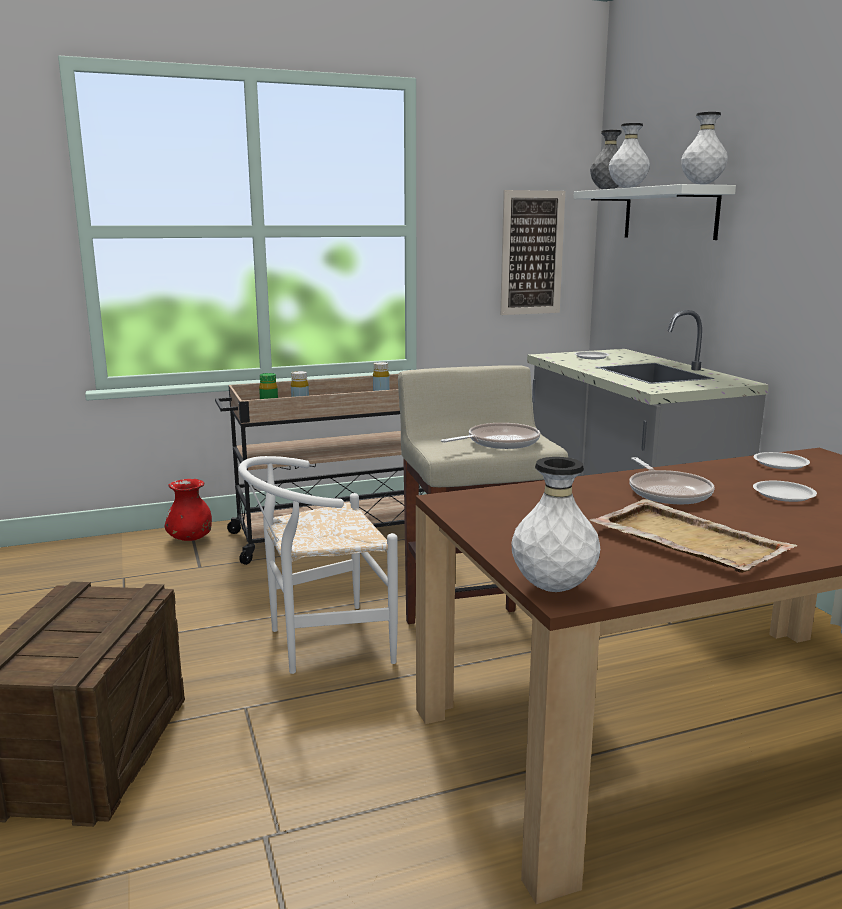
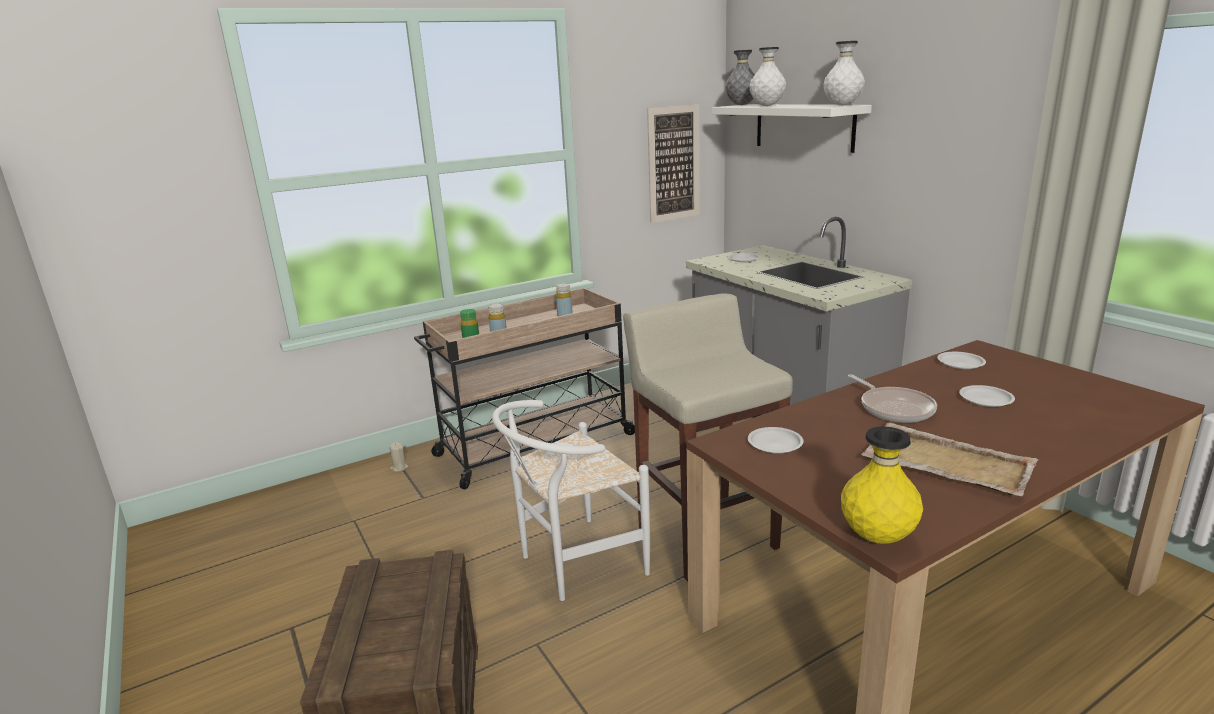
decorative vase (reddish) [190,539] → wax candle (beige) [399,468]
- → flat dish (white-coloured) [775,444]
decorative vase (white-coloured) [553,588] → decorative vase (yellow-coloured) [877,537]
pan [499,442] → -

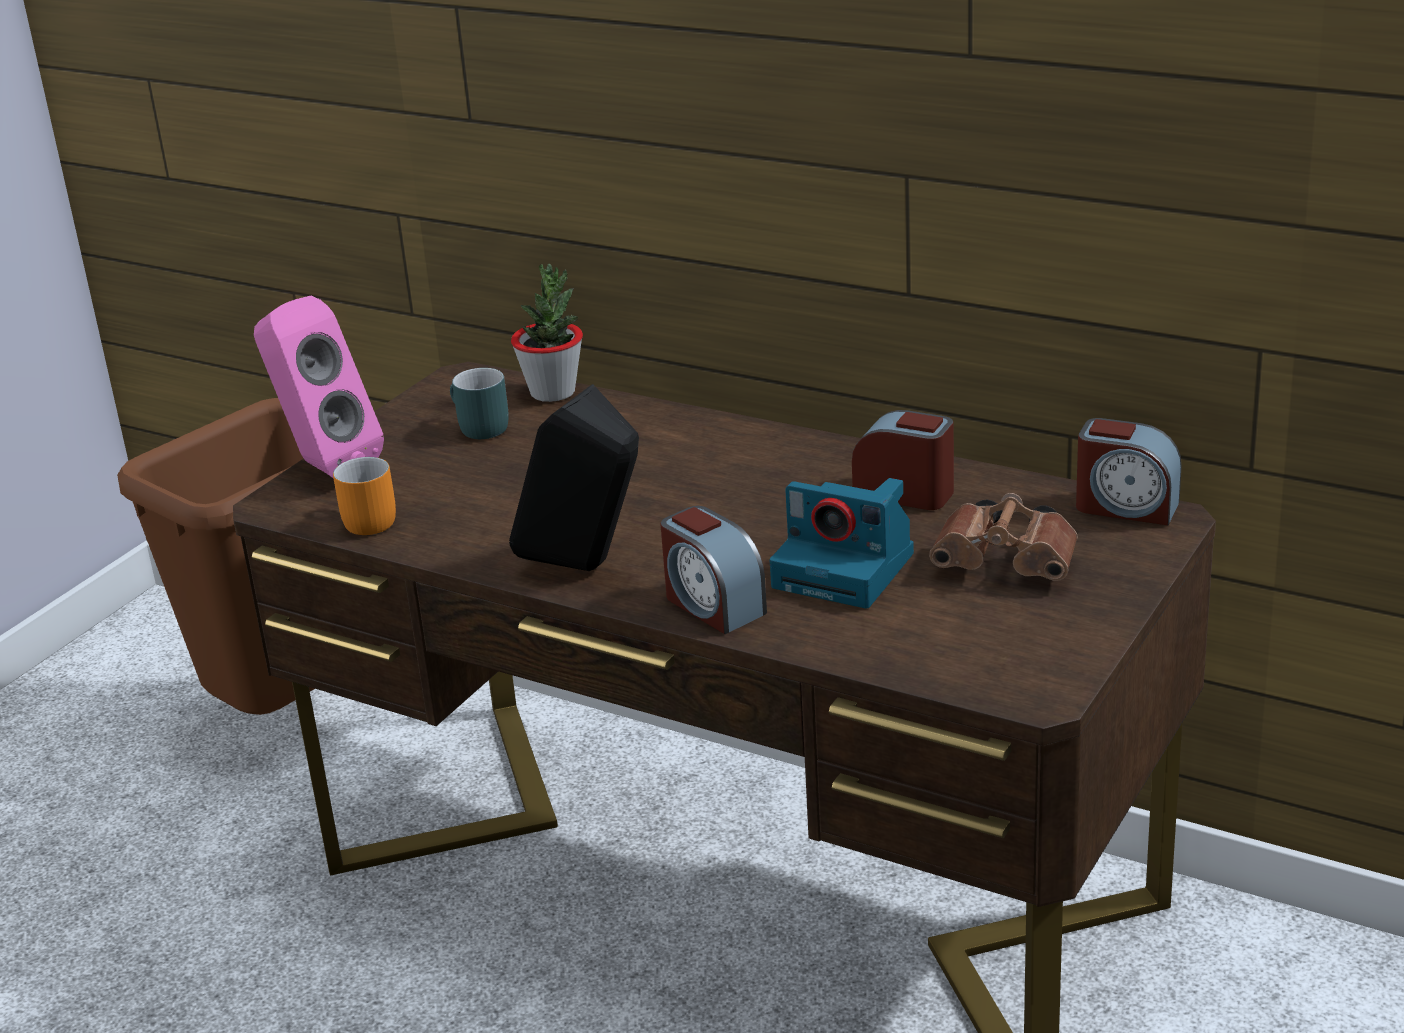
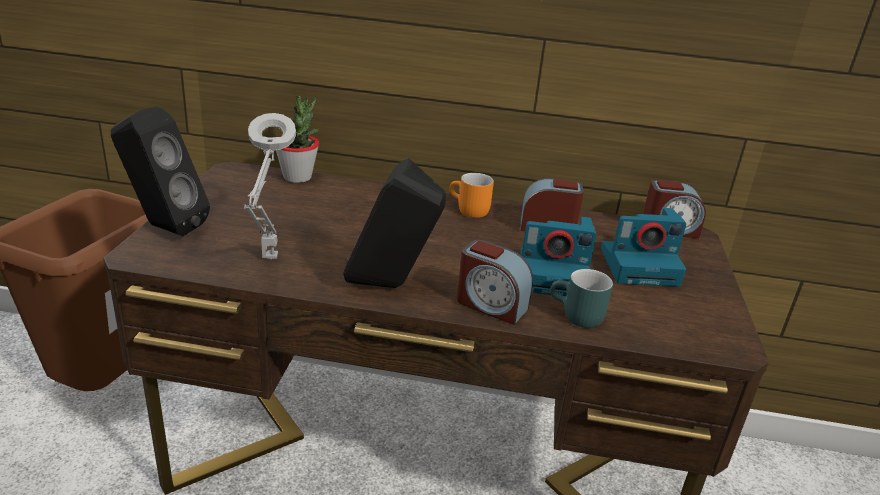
speaker (pink) [324,466] → speaker (black) [163,227]
- → tabletop lamp (greyish) [269,260]
tea mug (orange-coloured) [362,522] → tea mug (orange-coloured) [467,211], shifted
tea mug (blue-green) [476,428] → tea mug (blue-green) [576,317], shifted
pair of binoculars (brown-coloured) [1009,565] → still camera [641,266]

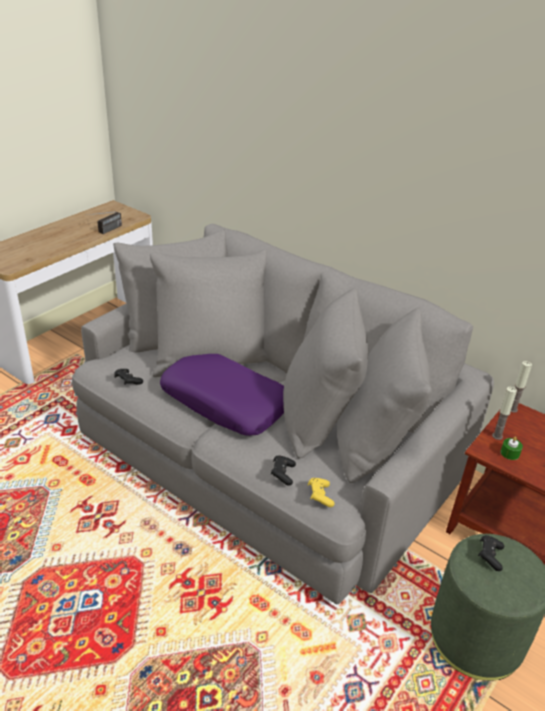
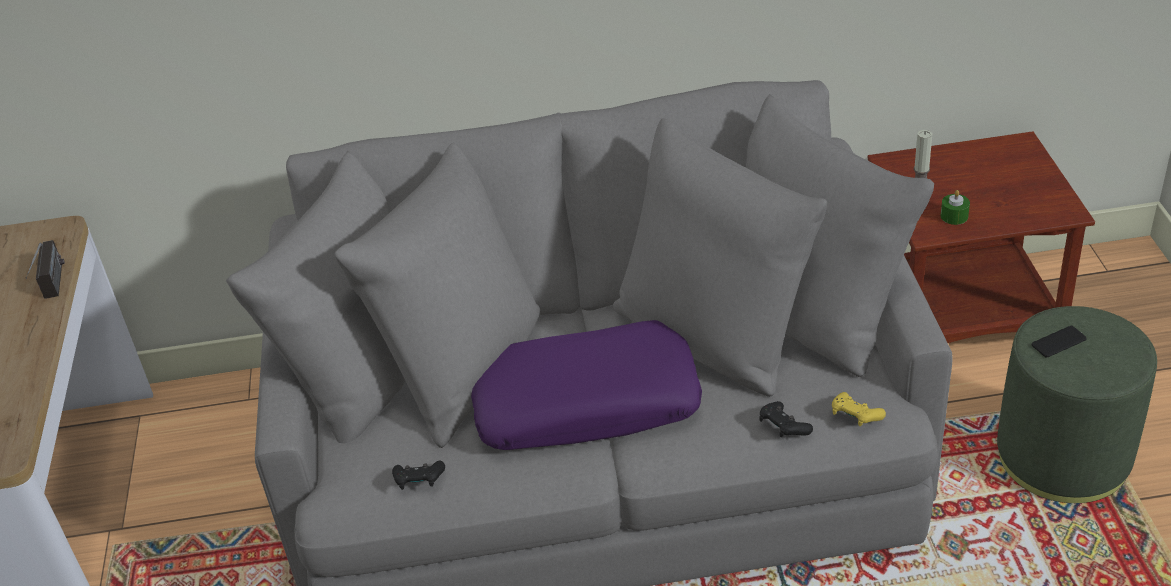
game controller (black) [489,556] → telephone [1058,342]
wax candle [512,409] → -

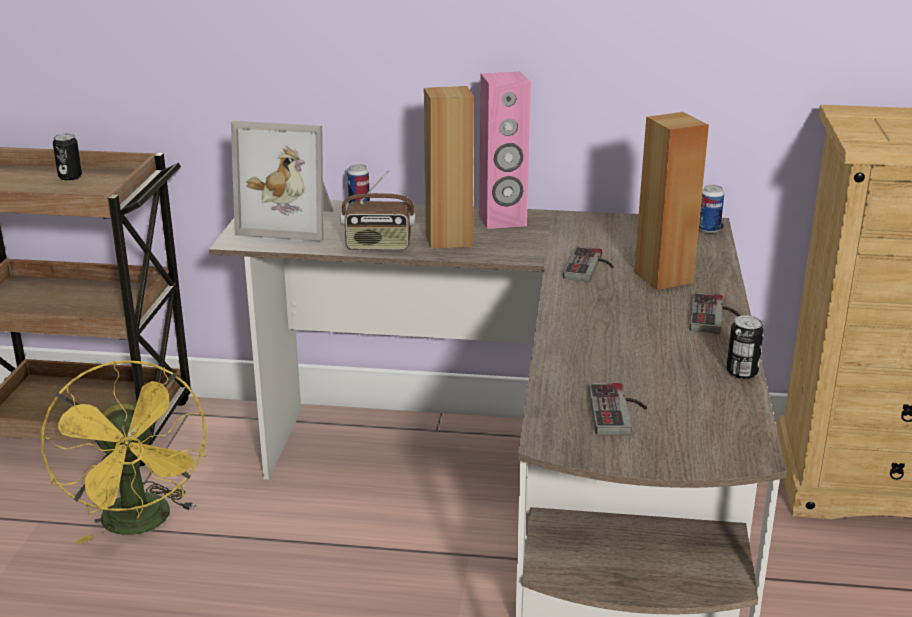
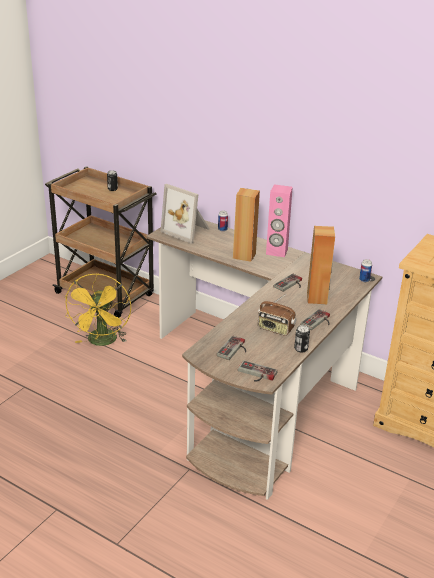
- → game controller [255,374]
radio receiver [378,246] → radio receiver [275,329], shifted

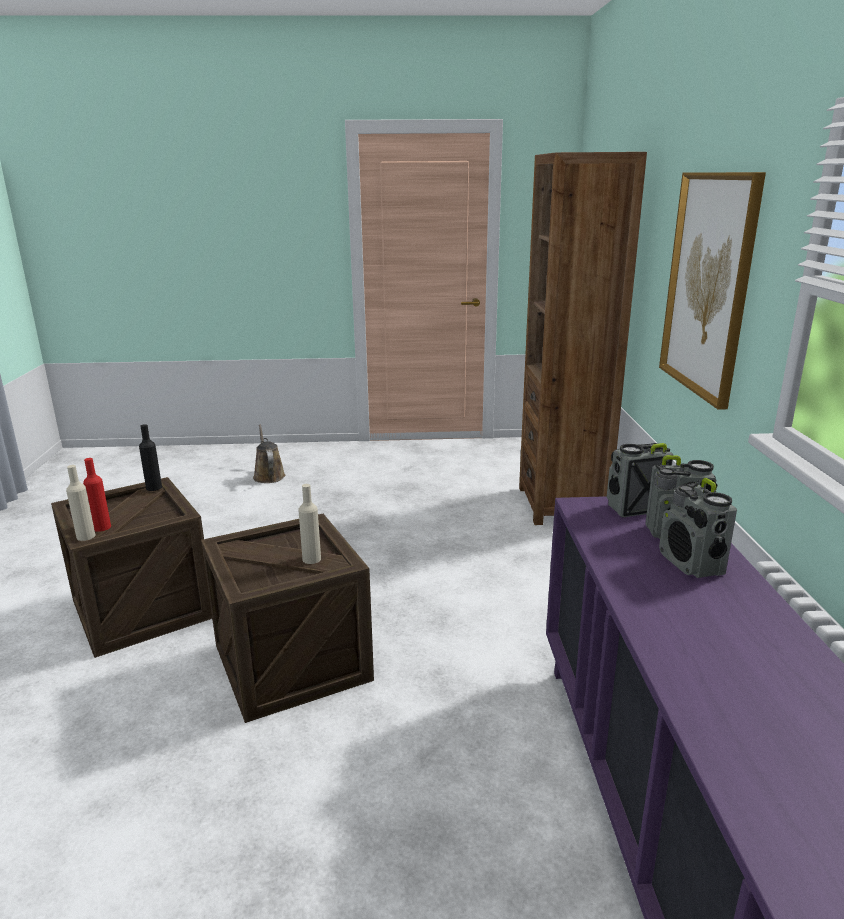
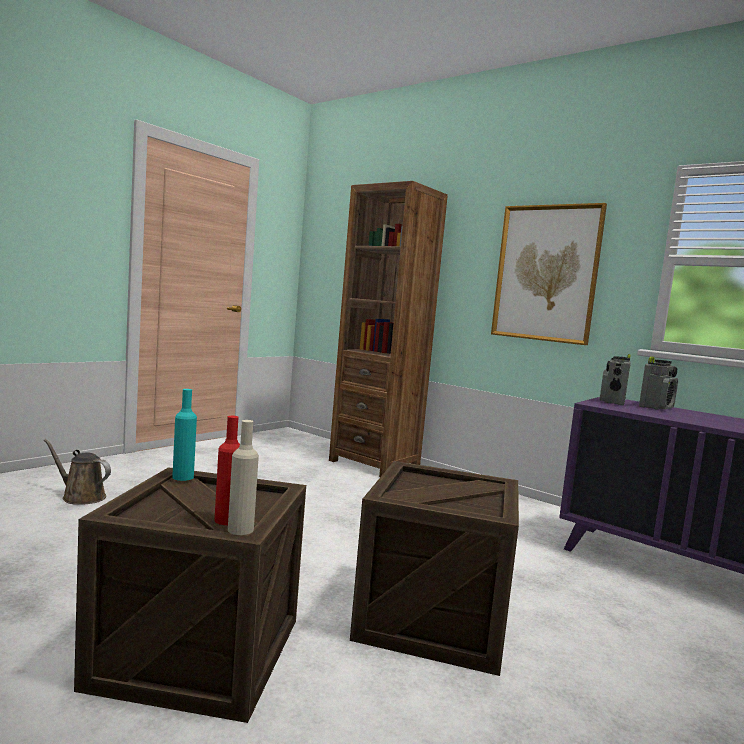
drink bottle (black) [154,487] → drink bottle (blue-green) [183,477]
drink bottle (beige) [311,559] → -
radio receiver [691,564] → -

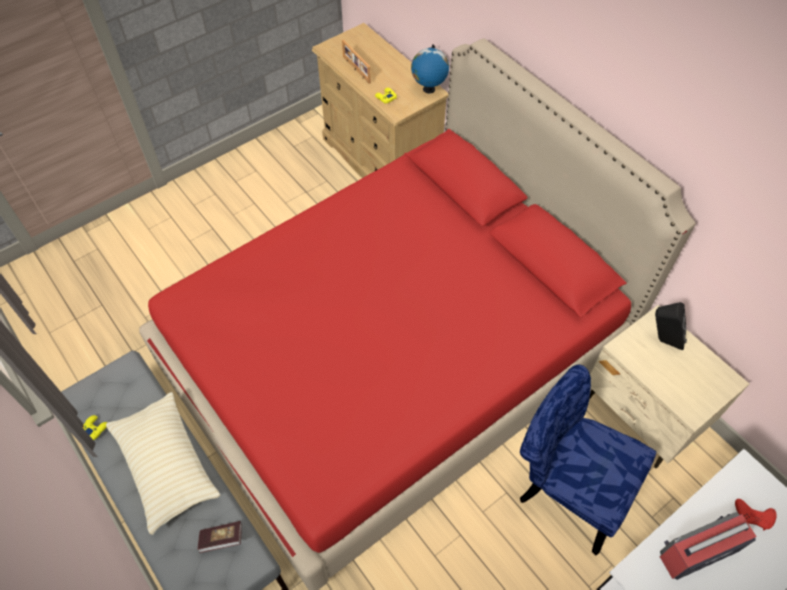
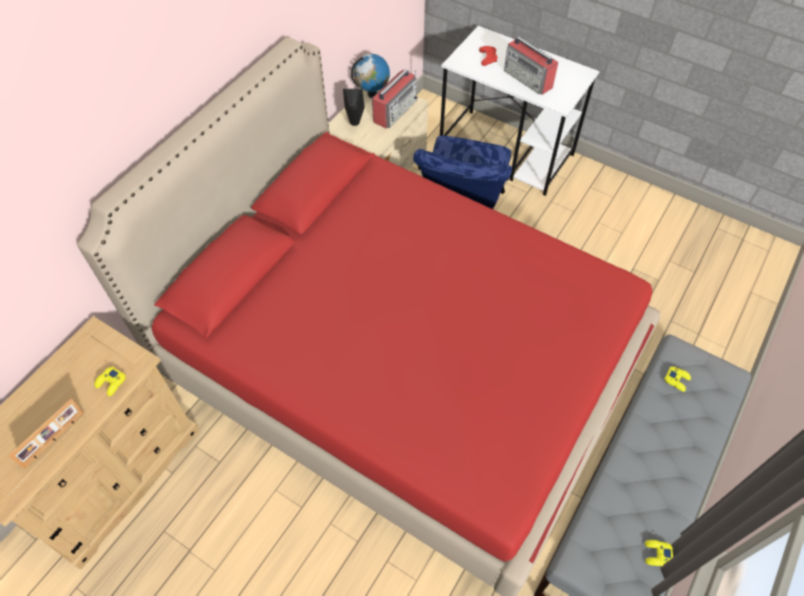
globe [428,89] → globe [372,94], shifted
- → radio receiver [395,110]
bound book [221,539] → game controller (yellow-coloured) [677,380]
cushion (beige) [166,466] → -

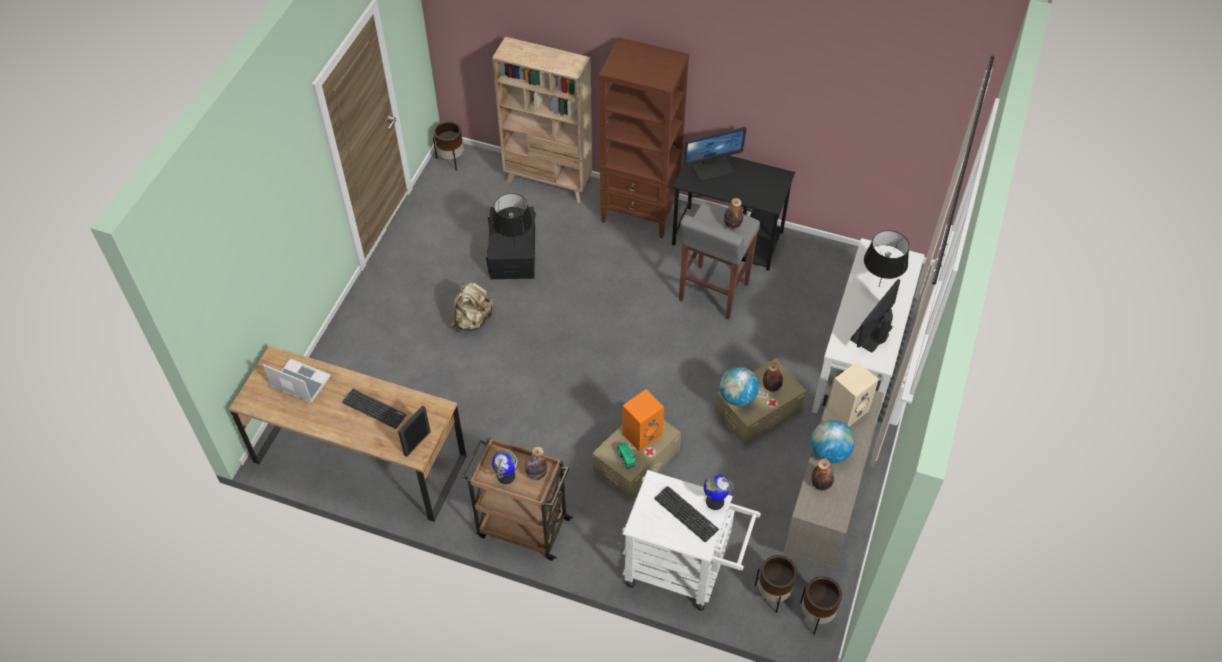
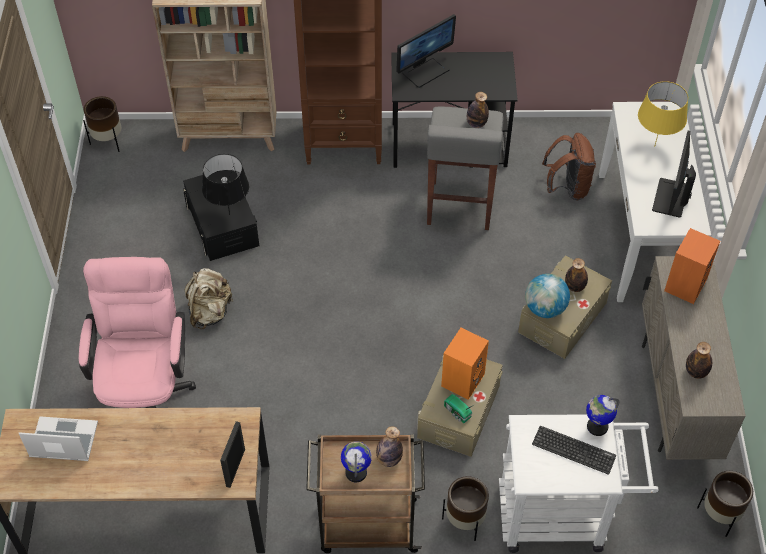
- → computer chair (pink) [147,392]
flower pot (brown-coloured) [773,594] → flower pot (brown-coloured) [464,521], shifted
- → knapsack (brown-coloured) [567,188]
tabletop lamp (black) [878,286] → tabletop lamp (yellow-coloured) [654,147]
speaker (beige) [847,409] → speaker (orange-coloured) [685,284]
PC keyboard [374,409] → -
globe [829,452] → -

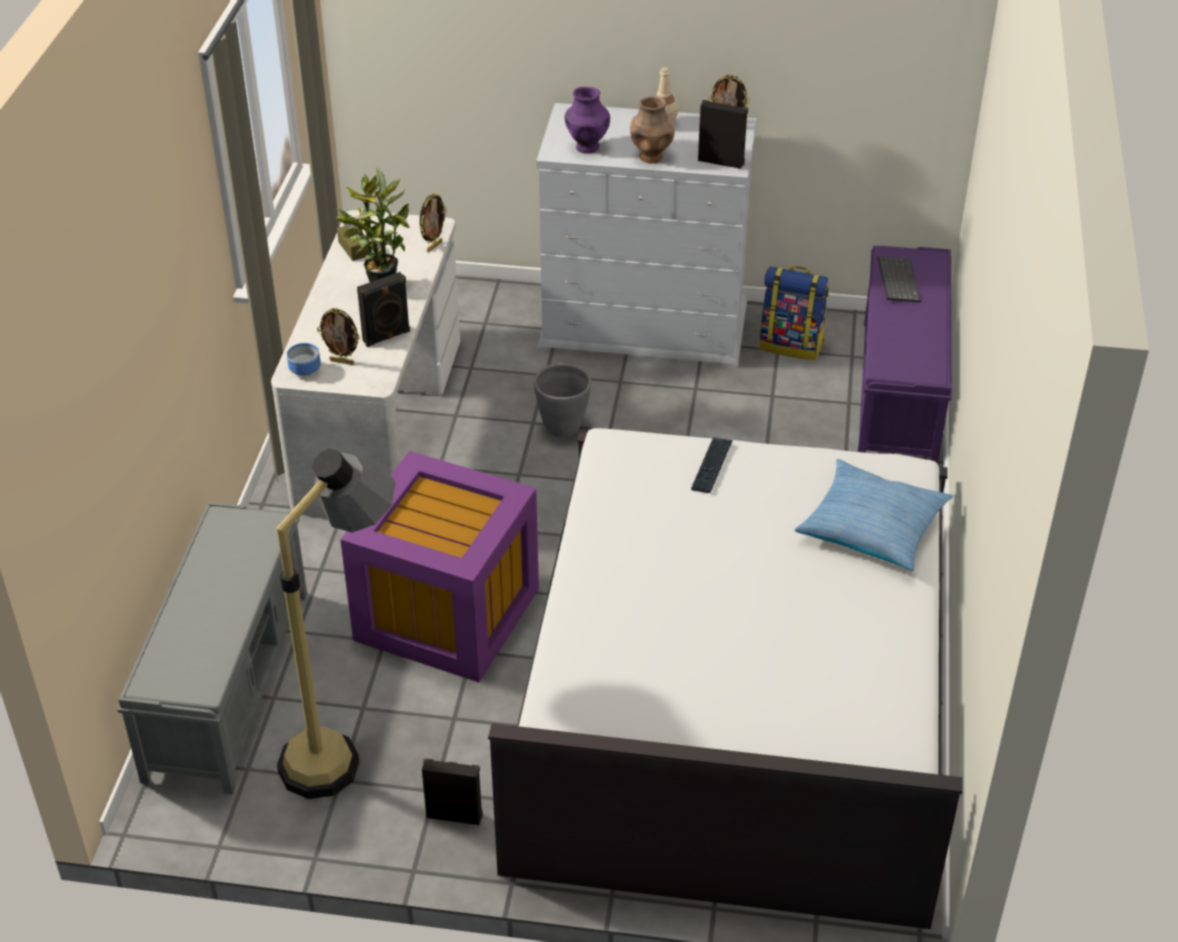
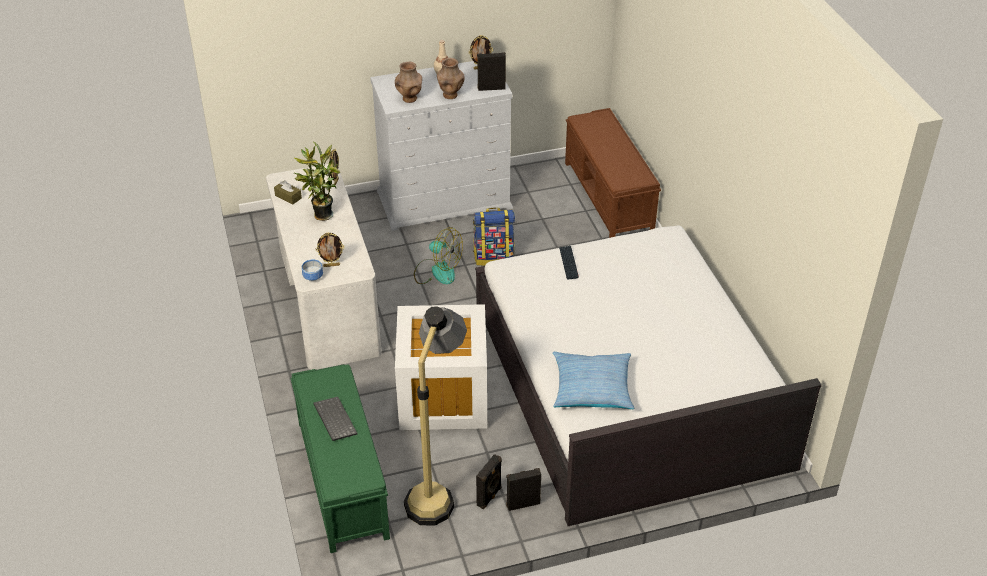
long seat (greyish) [228,682] → long seat (green) [342,478]
PC keyboard [897,280] → PC keyboard [334,419], shifted
decorative vase (purple-coloured) [587,147] → decorative vase (brown-coloured) [409,99]
storage bin (purple-coloured) [448,616] → storage bin (white-coloured) [444,398]
flower pot (greyish) [563,427] → electric fan [437,271]
knapsack [791,345] → knapsack [494,257], shifted
speaker (black) [387,337] → speaker (black) [490,497], shifted
cushion [872,526] → cushion [592,387], shifted
long seat (purple-coloured) [899,393] → long seat (brown-coloured) [608,198]

